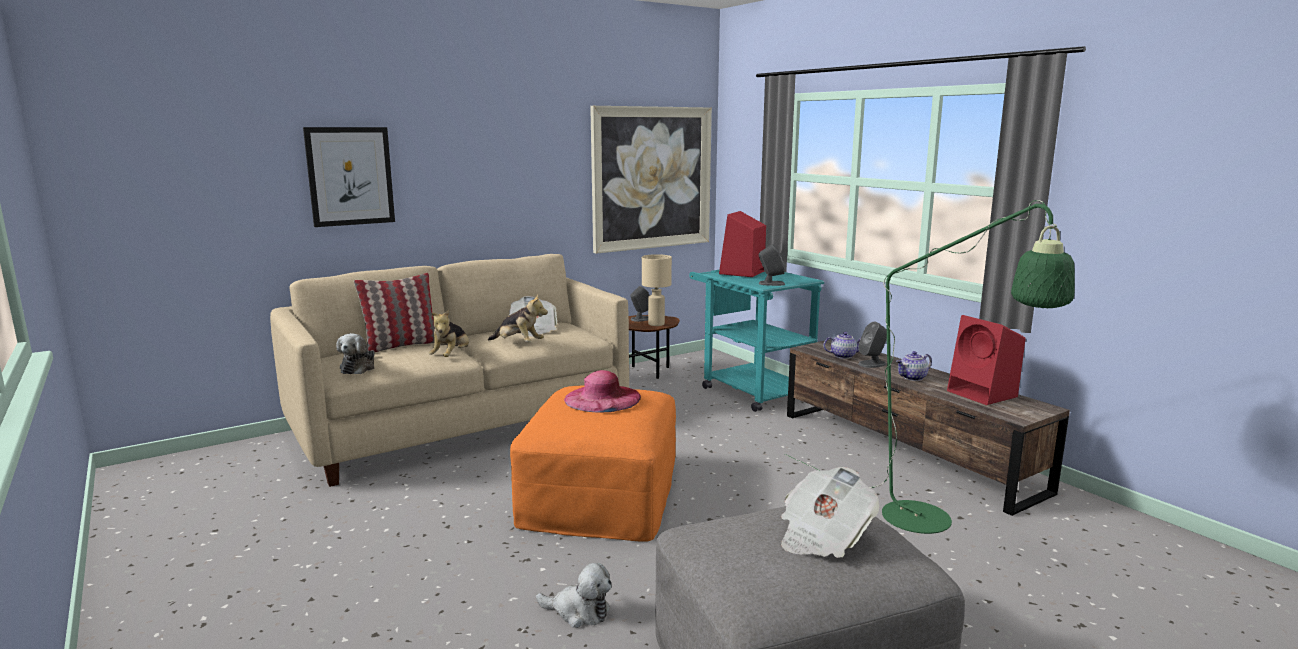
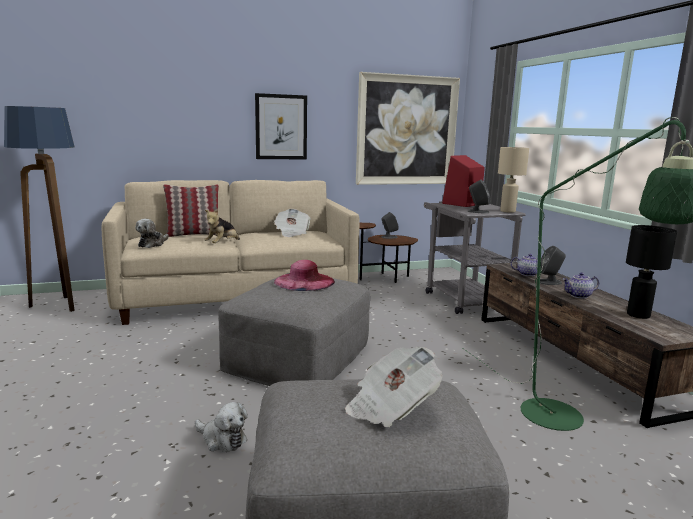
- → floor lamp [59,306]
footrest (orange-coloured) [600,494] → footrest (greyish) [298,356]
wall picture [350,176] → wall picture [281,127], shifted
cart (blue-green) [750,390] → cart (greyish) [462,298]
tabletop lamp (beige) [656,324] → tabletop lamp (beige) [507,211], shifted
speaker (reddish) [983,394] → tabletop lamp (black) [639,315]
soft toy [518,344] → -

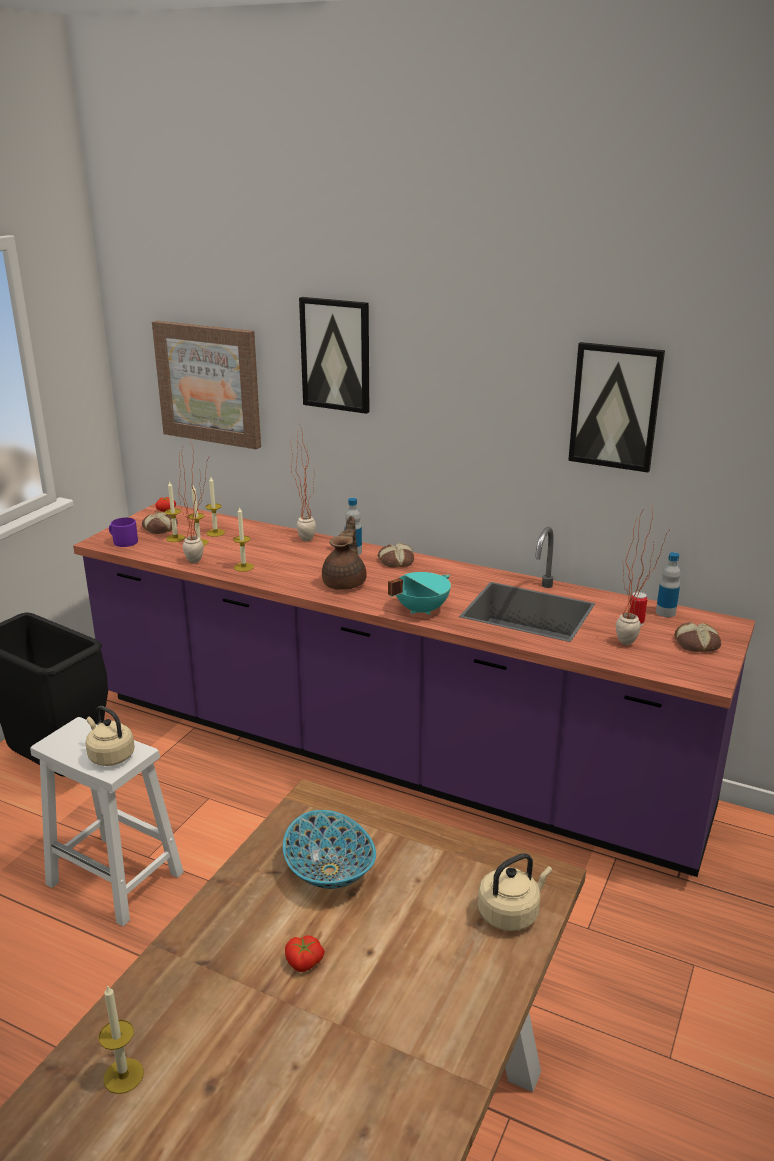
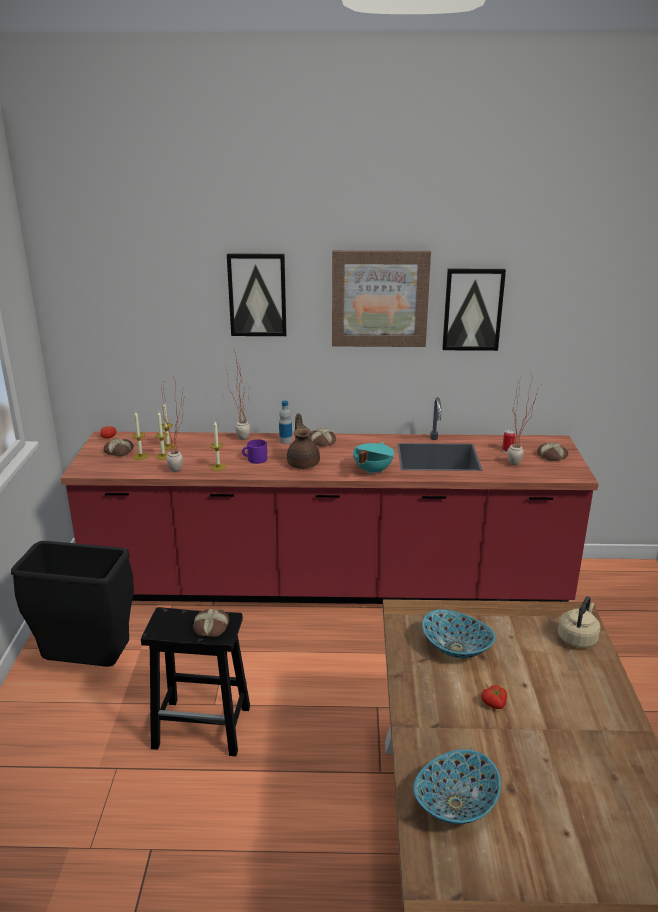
kitchen counter (purple-coloured) [387,755] → kitchen counter (reddish) [329,586]
stool (white-coloured) [117,879] → stool (black) [204,727]
kettle (beige) [110,756] → baked bread [210,627]
tea mug (purple-coloured) [123,541] → tea mug (purple-coloured) [254,459], shifted
wall picture [209,383] → wall picture [379,298], shifted
wax candle [123,1076] → deep dish [456,804]
drink bottle [665,612] → -

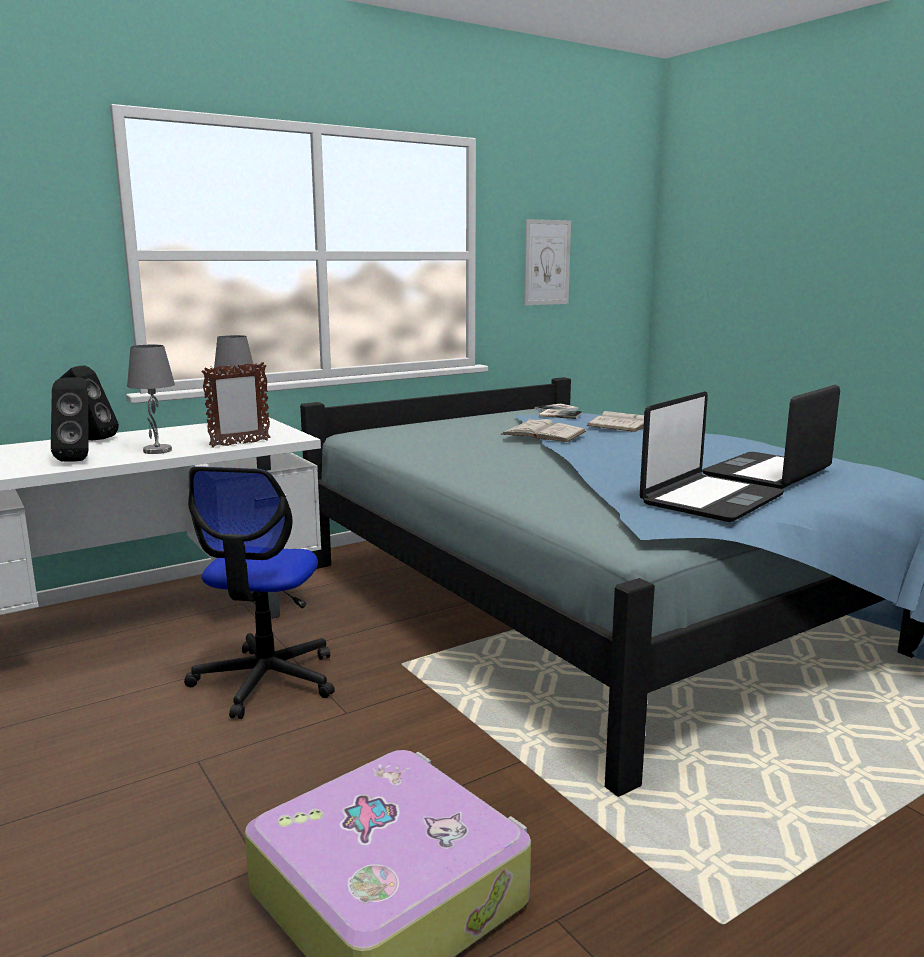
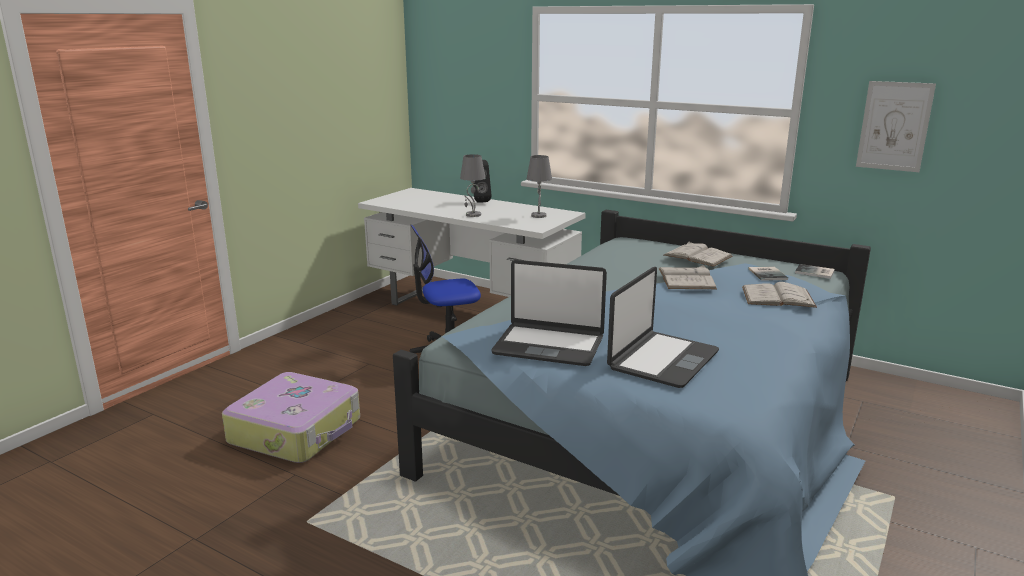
portable computer [768,473] → portable computer [662,360], 105 degrees clockwise
- → bound book (white-coloured) [697,256]
speaker (black) [79,459] → -
picture frame [239,444] → -

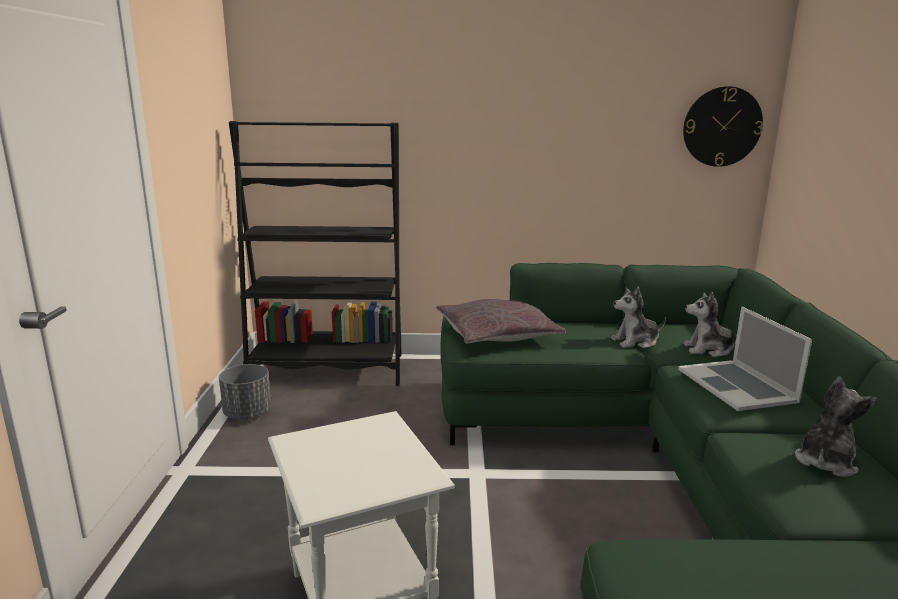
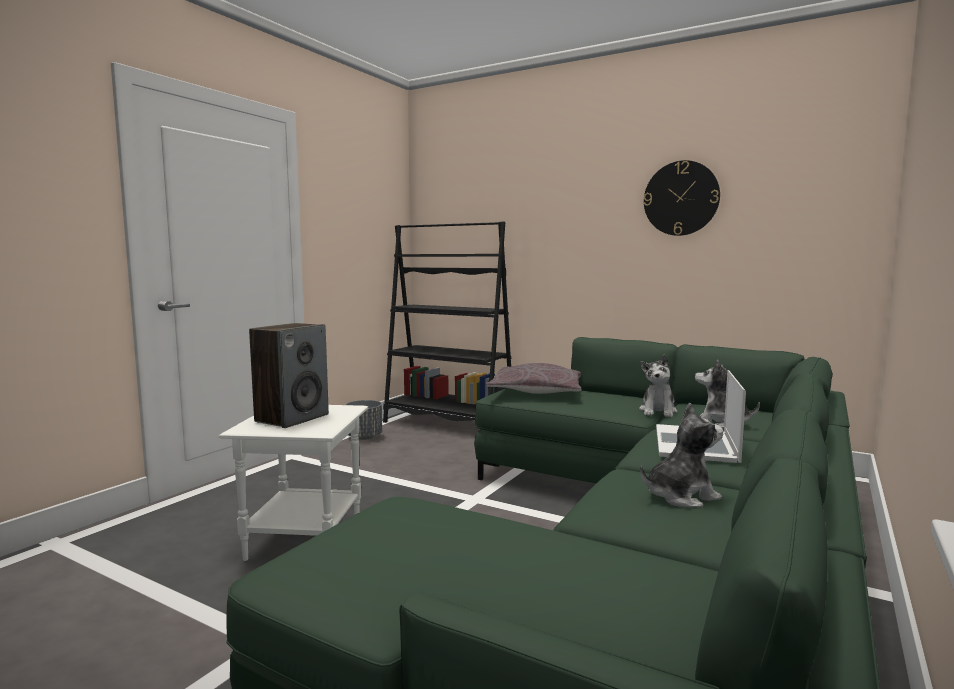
- → speaker [292,418]
soft toy [635,341] → soft toy [658,411], 90 degrees counterclockwise
hanging clock [722,127] → hanging clock [681,198], shifted

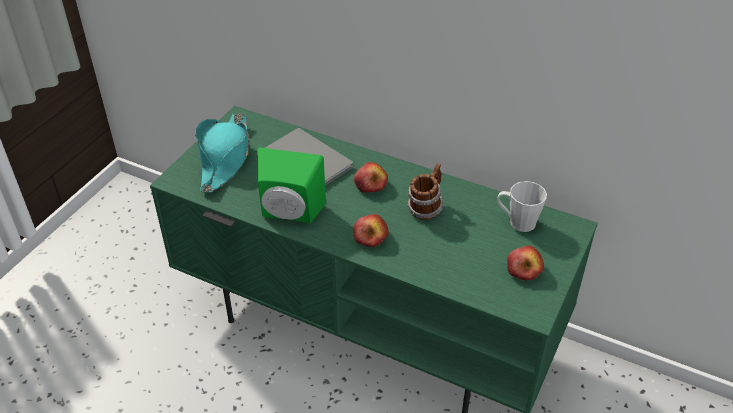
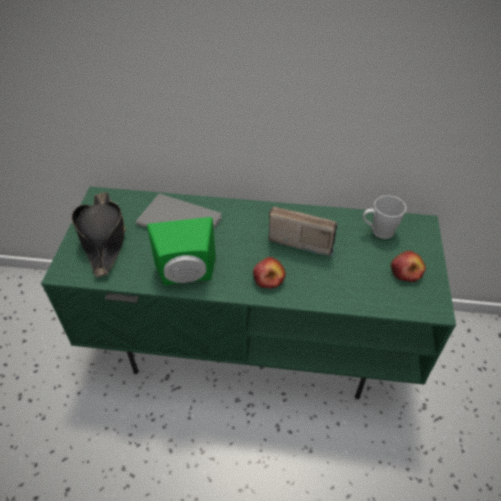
wearable hat (blue-green) [225,158] → wearable hat (black) [103,238]
tea mug [425,208] → radio receiver [300,239]
apple fruit [370,184] → -

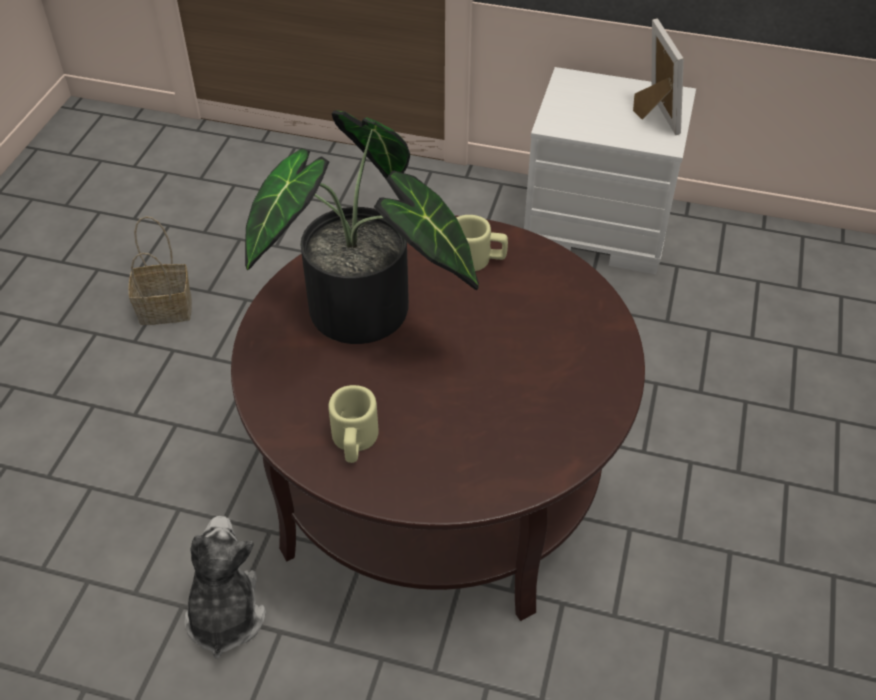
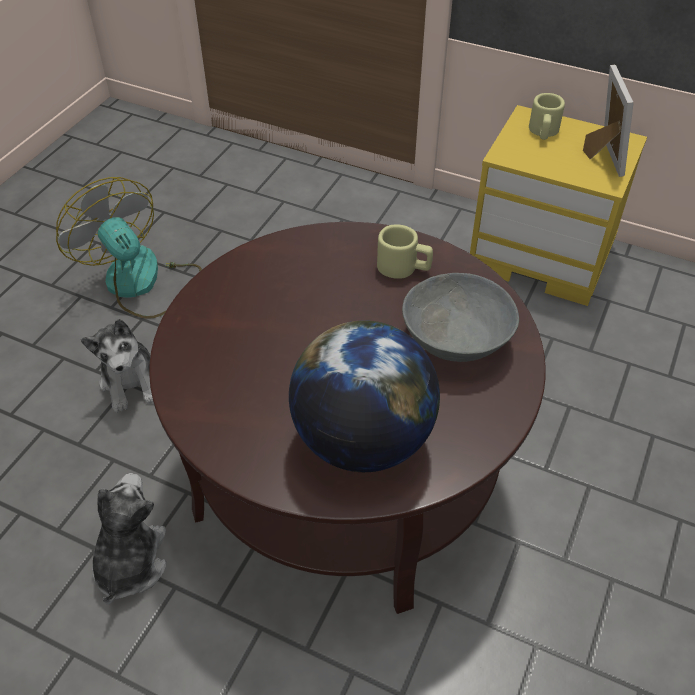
basket [163,310] → electric fan [142,283]
- → soft toy [132,381]
- → globe [363,440]
- → deep dish (greyish) [456,340]
night table (white-coloured) [600,226] → night table (yellow-coloured) [543,256]
tea mug (beige) [354,441] → tea mug (beige) [543,132], shifted
houseplant [364,319] → -

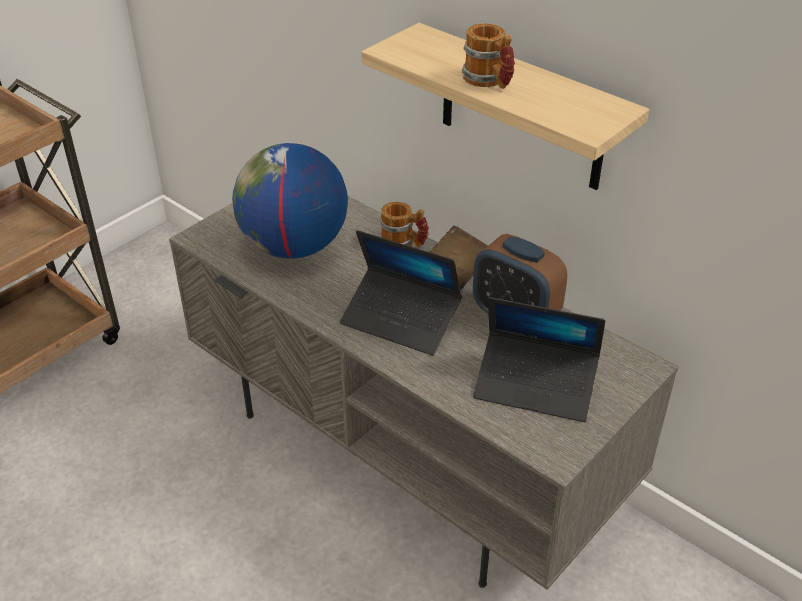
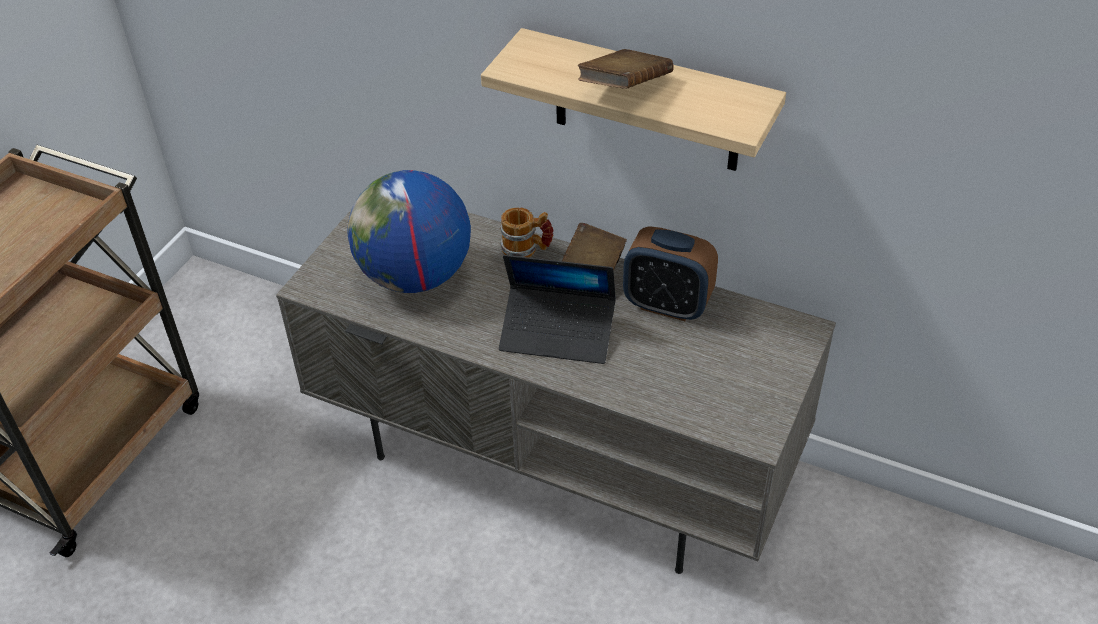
tea mug [489,81] → bound book (brown-coloured) [624,89]
portable computer [535,385] → -

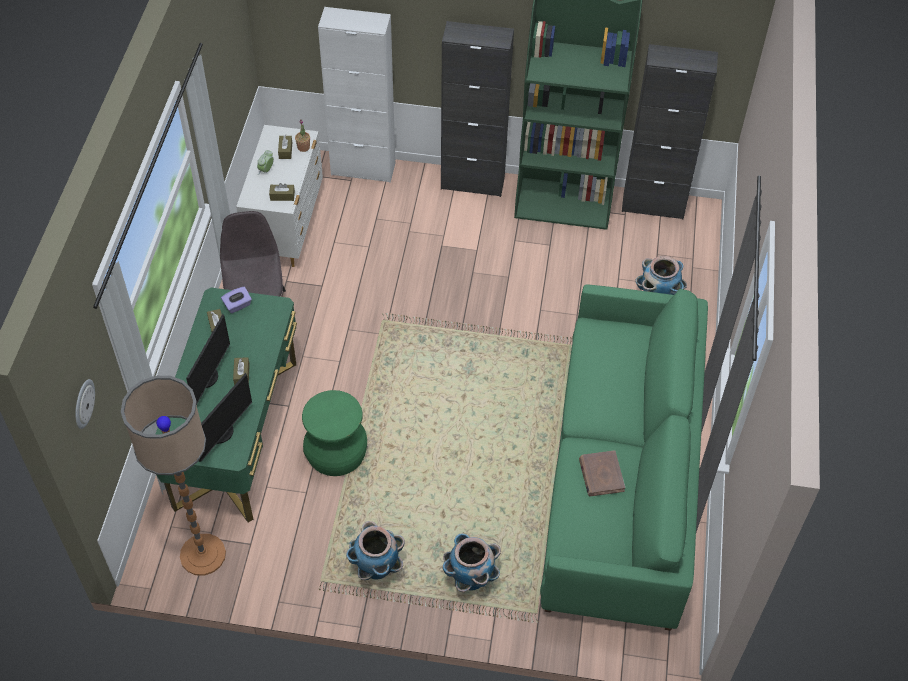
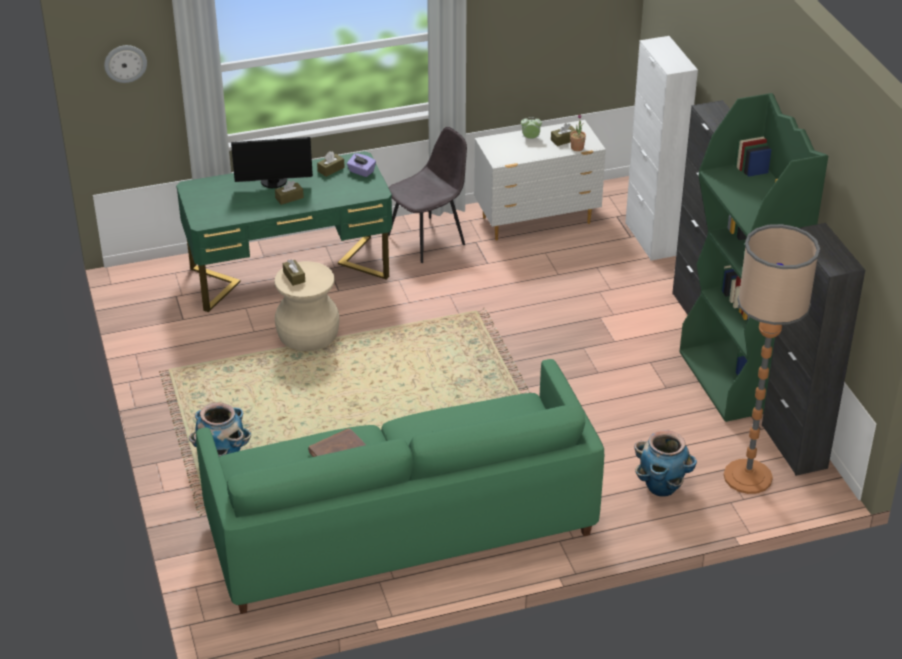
stool (green) [336,452] → stool (beige) [307,334]
box of tissues (brown-coloured) [282,196] → box of tissues (brown-coloured) [294,277], shifted
floor lamp [202,555] → floor lamp [747,477], shifted
computer screen [221,432] → -
flower pot [376,568] → -

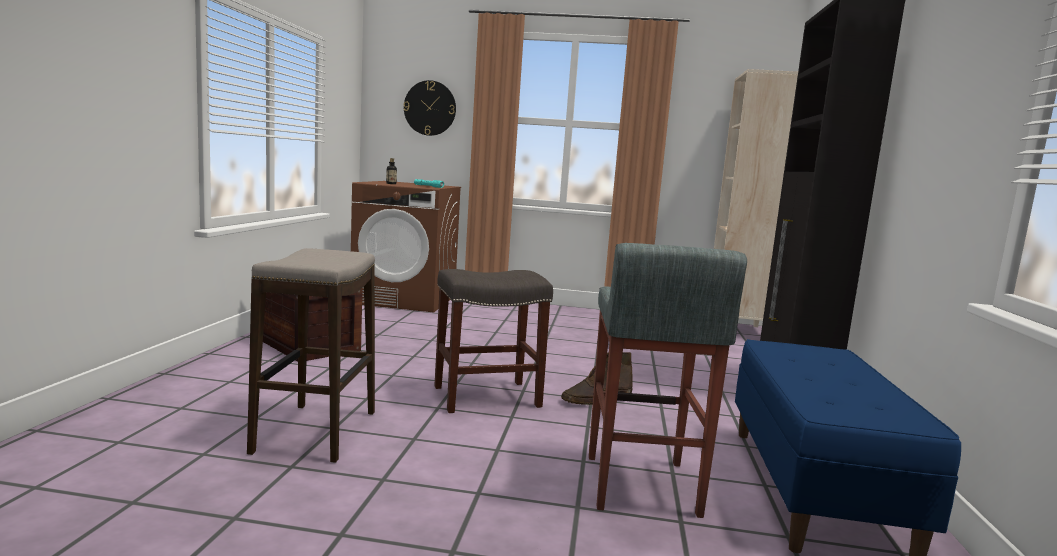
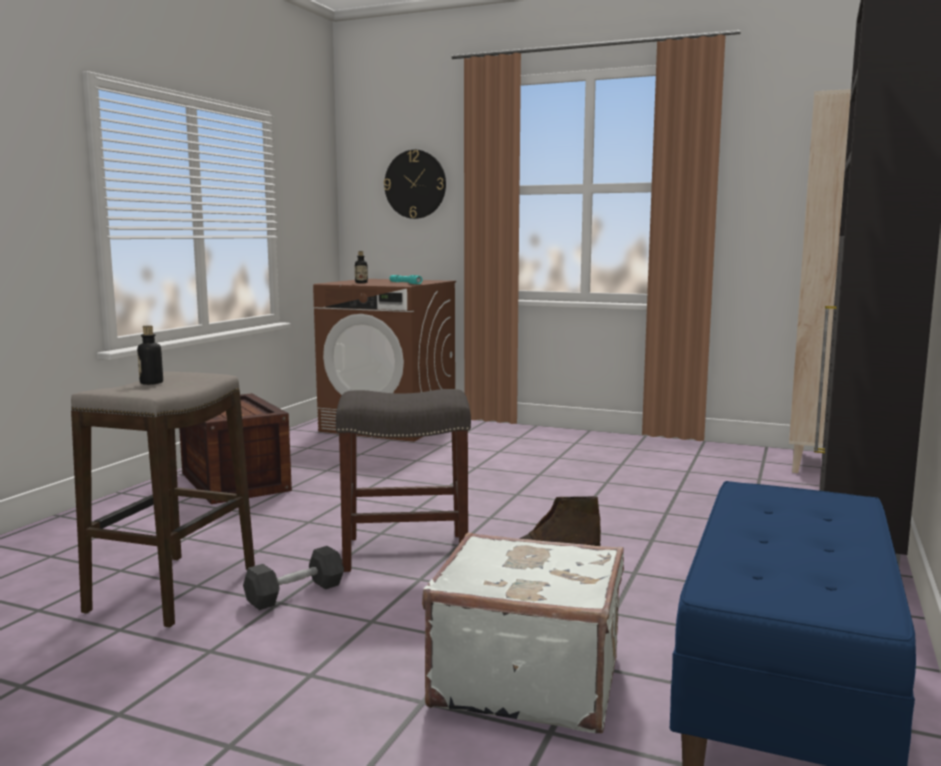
- → drink bottle [151,383]
- → hand weight (greyish) [295,593]
stool (greyish) [639,485] → travel case (white-coloured) [527,679]

